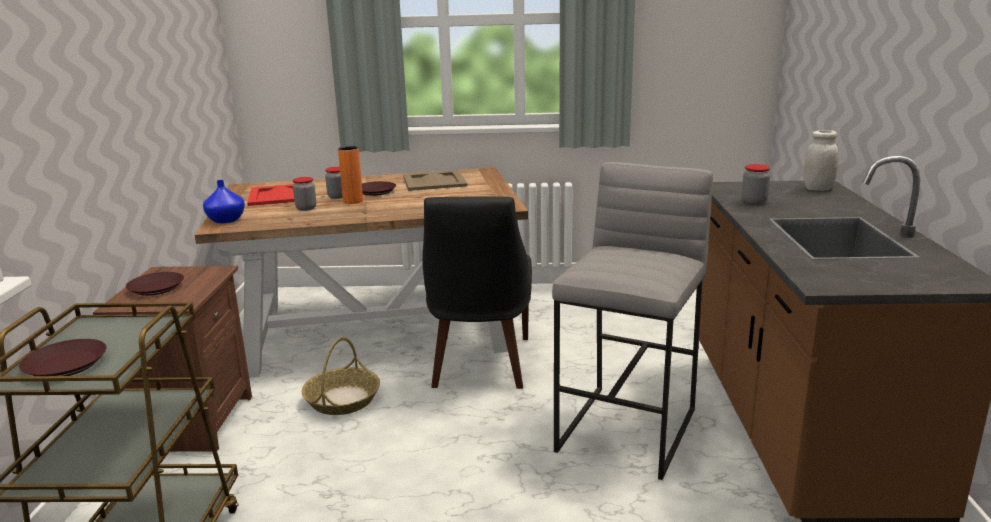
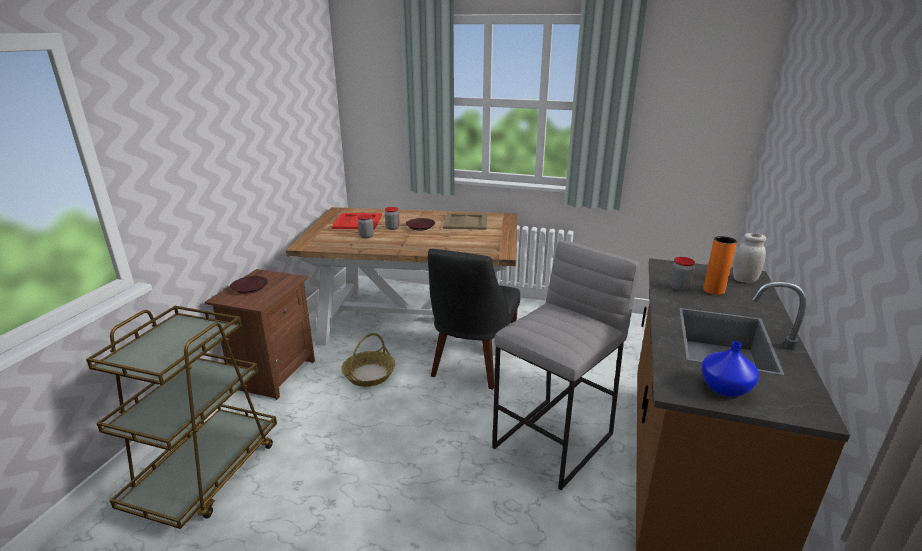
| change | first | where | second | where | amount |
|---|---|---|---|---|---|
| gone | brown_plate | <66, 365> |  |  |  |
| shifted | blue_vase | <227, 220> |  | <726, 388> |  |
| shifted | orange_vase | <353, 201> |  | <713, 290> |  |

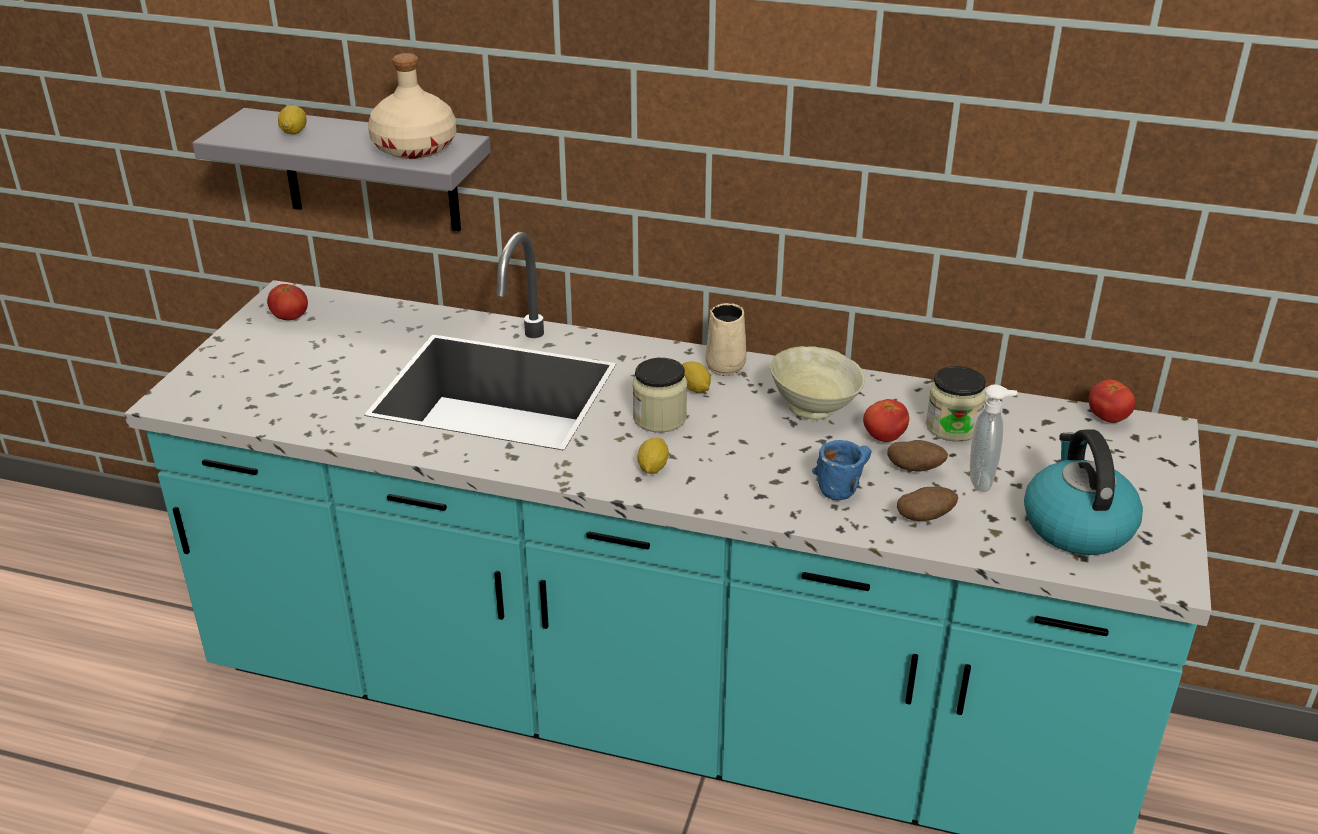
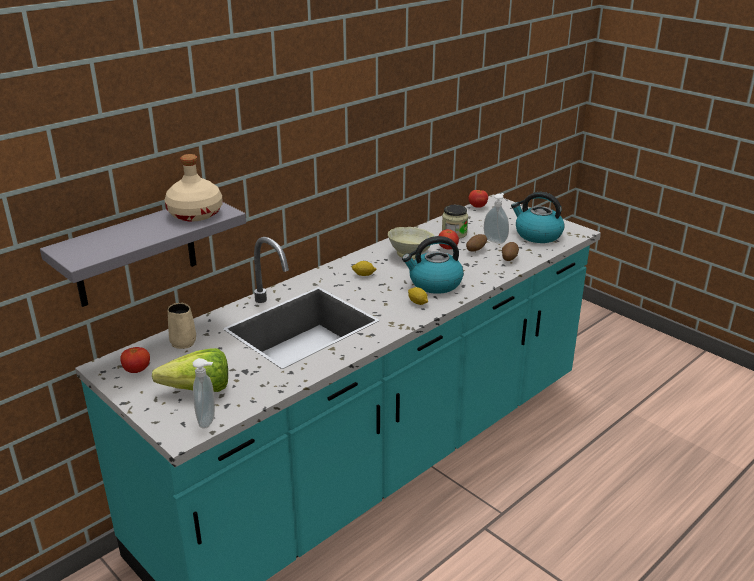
| change | first | where | second | where | amount |
|---|---|---|---|---|---|
| gone | lemon | <294, 132> |  |  |  |
| gone | jar | <659, 418> |  |  |  |
| gone | blue_mug | <843, 483> |  |  |  |
| new |  |  | lettuce | <192, 390> |  |
| new |  |  | soap_dispenser | <209, 421> |  |
| new |  |  | kettle | <434, 283> |  |
| shifted | beige_mug | <726, 365> |  | <182, 342> |  |

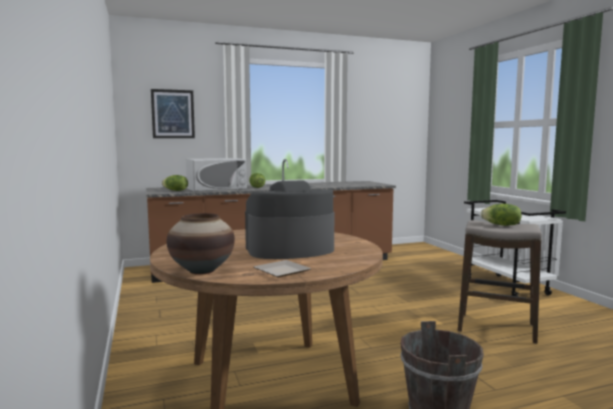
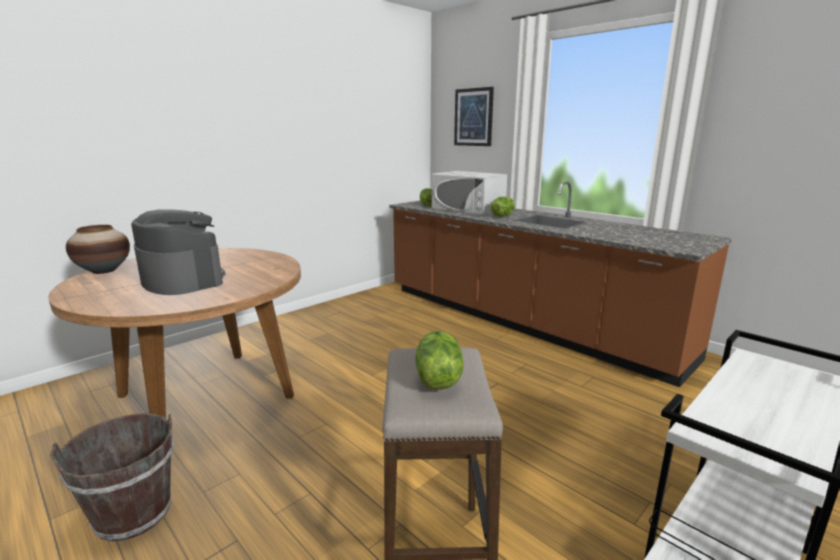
| change | first | where | second | where | amount |
|---|---|---|---|---|---|
| gone | plate | <279, 271> |  |  |  |

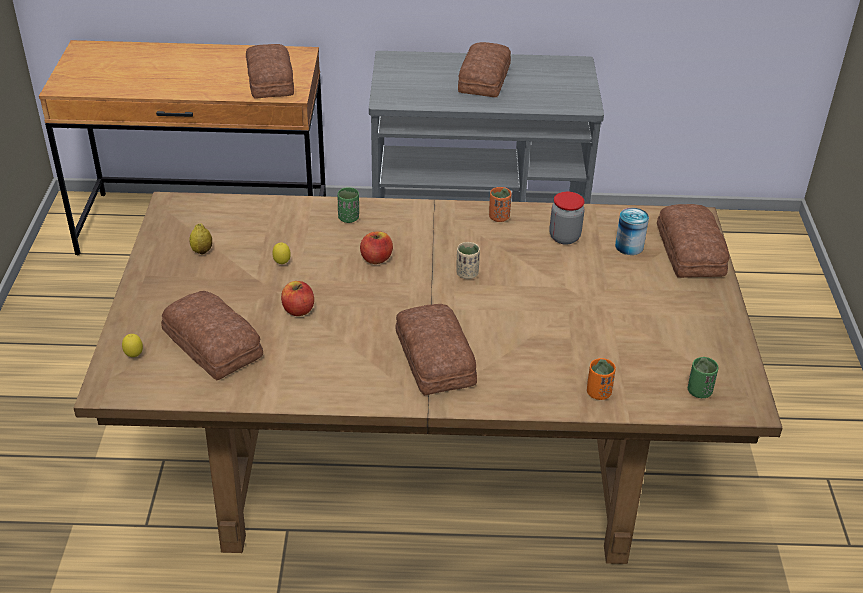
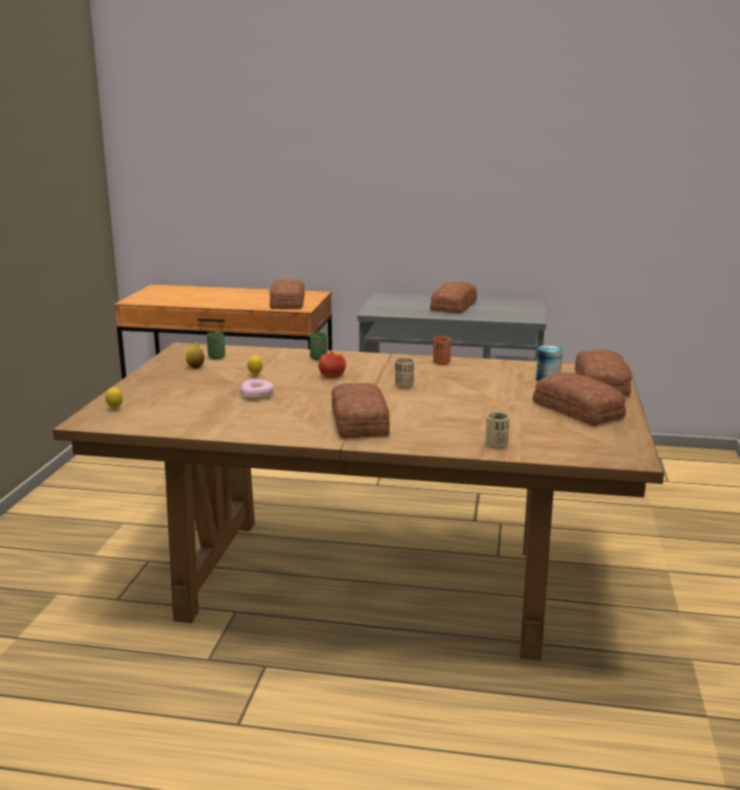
| change | first | where | second | where | amount |
|---|---|---|---|---|---|
| gone | jar | <564, 237> |  |  |  |
| shifted | bread | <213, 342> |  | <578, 409> |  |
| shifted | green_cup | <699, 391> |  | <216, 357> |  |
| swapped | apple | <298, 310> | donut | <257, 395> |  |
| repainted | orange_cup | <598, 393> | beige_cup | <496, 445> |  |

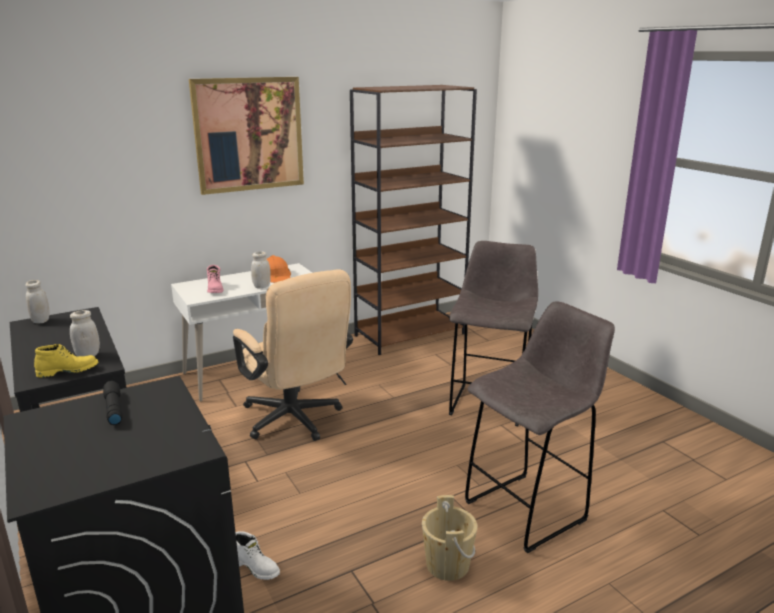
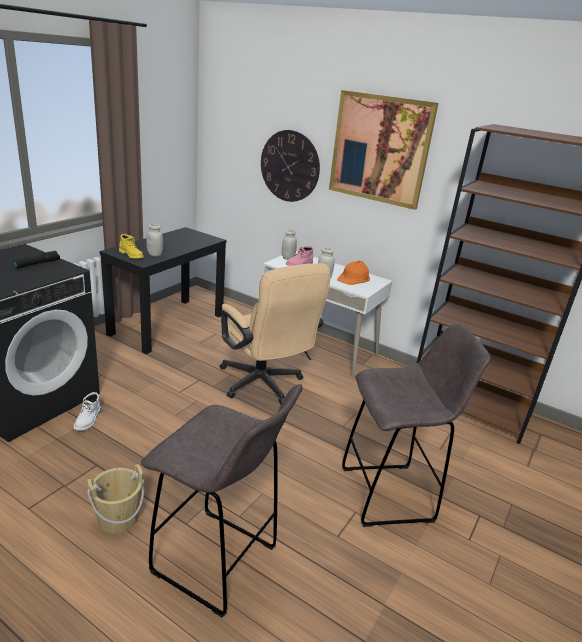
| change | first | where | second | where | amount |
|---|---|---|---|---|---|
| new |  |  | wall_clock | <289, 166> |  |
| shifted | white_jar | <41, 320> |  | <288, 258> |  |
| rotated | beige_office_chair | <296, 421> |  | <264, 385> | 60 degrees counterclockwise |

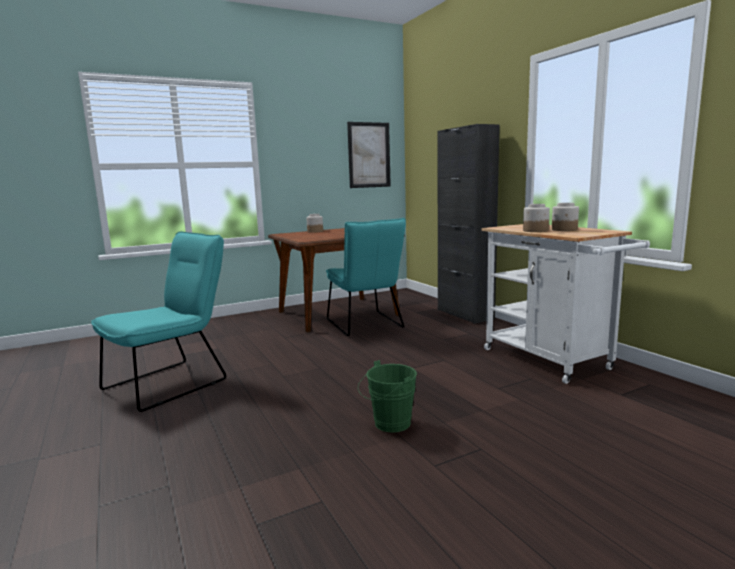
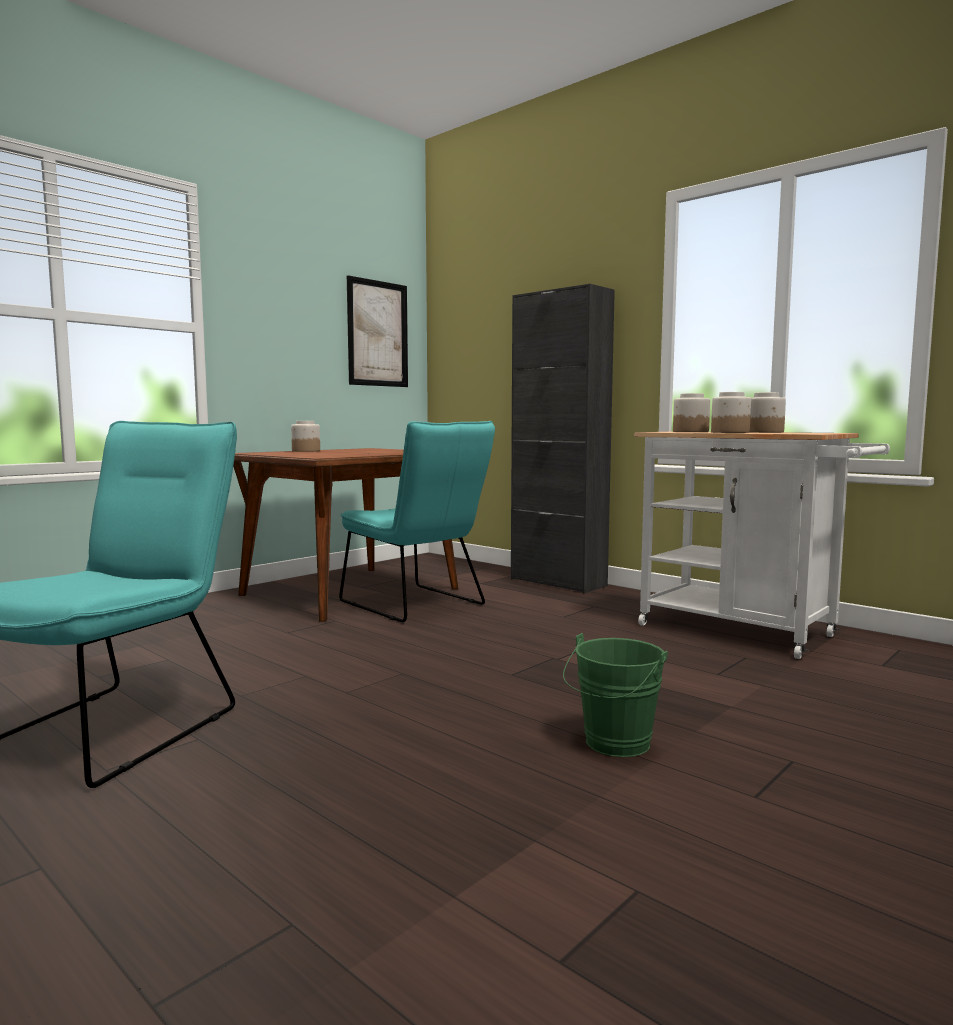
| change | first | where | second | where | amount |
|---|---|---|---|---|---|
| new |  |  | jar | <690, 432> |  |

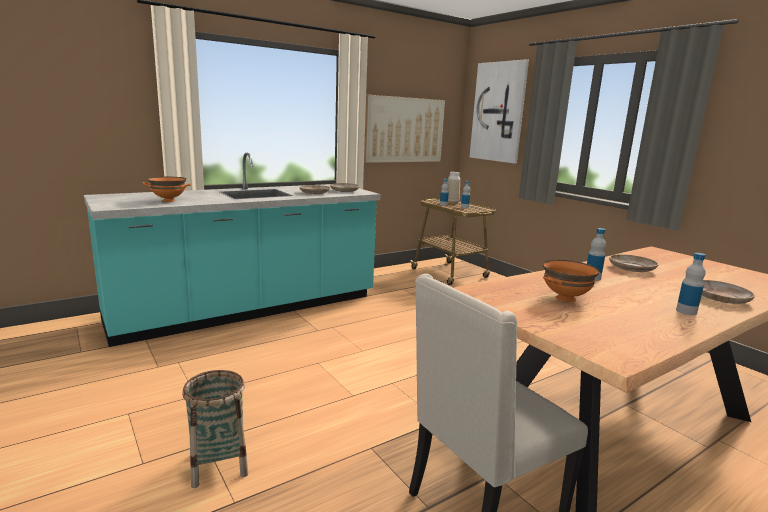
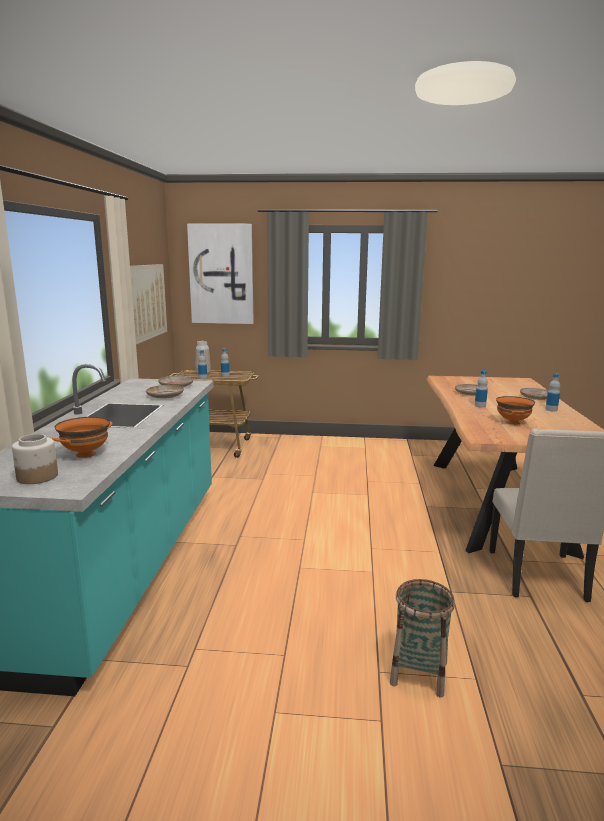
| change | first | where | second | where | amount |
|---|---|---|---|---|---|
| new |  |  | jar | <37, 477> |  |

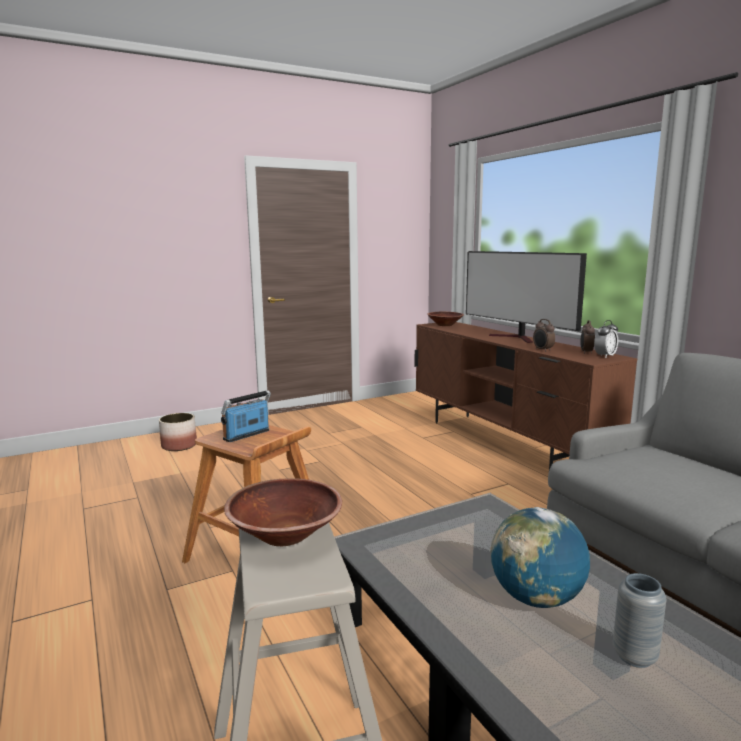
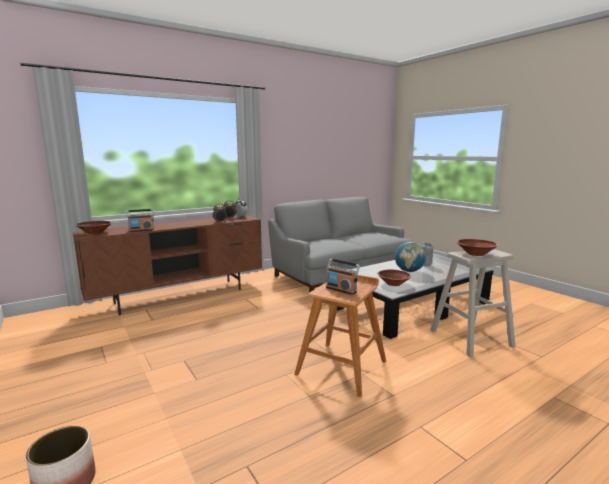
| change | first | where | second | where | amount |
|---|---|---|---|---|---|
| gone | television | <517, 338> |  |  |  |
| new |  |  | radio | <141, 230> |  |
| new |  |  | brown_bowl | <393, 284> |  |

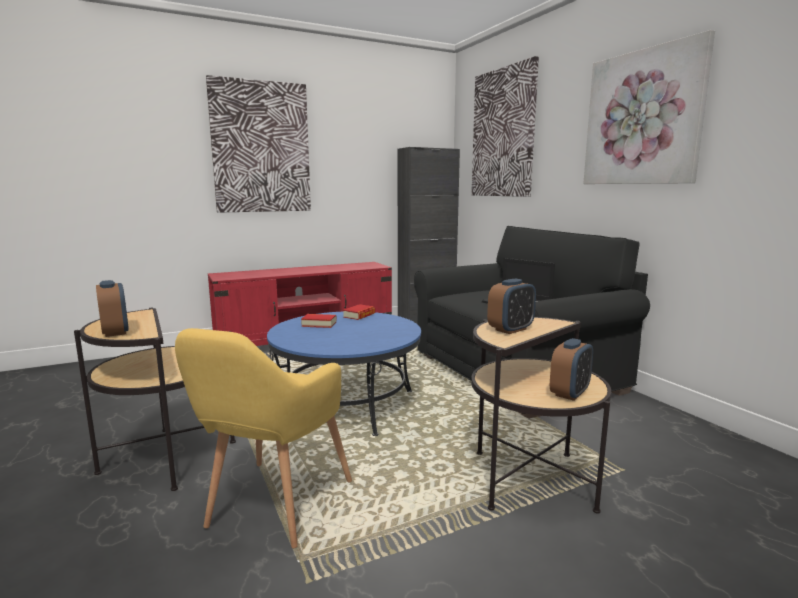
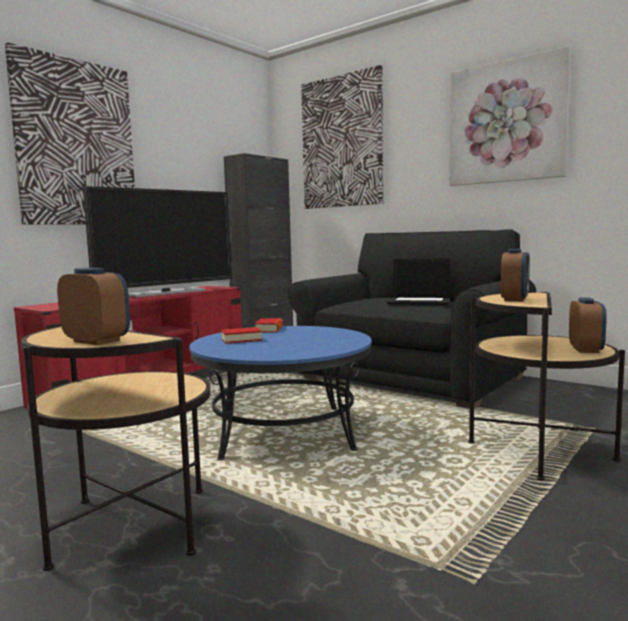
| change | first | where | second | where | amount |
|---|---|---|---|---|---|
| gone | yellow_armchair | <272, 508> |  |  |  |
| new |  |  | television | <166, 293> |  |

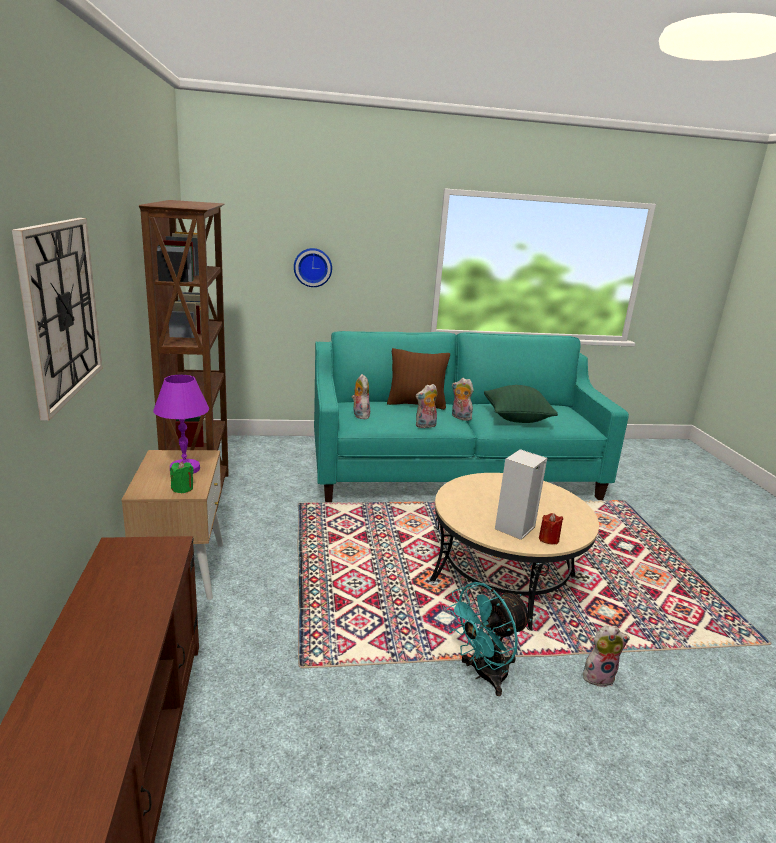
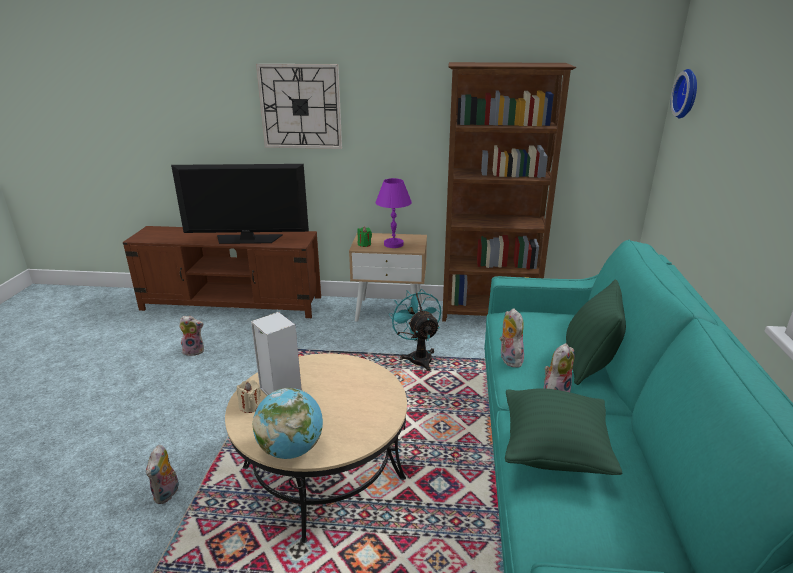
| change | first | where | second | where | amount |
|---|---|---|---|---|---|
| new |  |  | television | <247, 239> |  |
| new |  |  | globe | <291, 449> |  |
| shifted | wall_clock | <312, 267> |  | <688, 94> |  |
| shifted | plush_toy | <359, 415> |  | <194, 351> |  |
| shifted | turquoise_fan | <483, 675> |  | <418, 357> |  |
| repainted | brown_pillow | <416, 404> | green_pillow | <589, 363> |  |
| repainted | red_candle | <548, 539> | beige_candle | <250, 406> |  |

